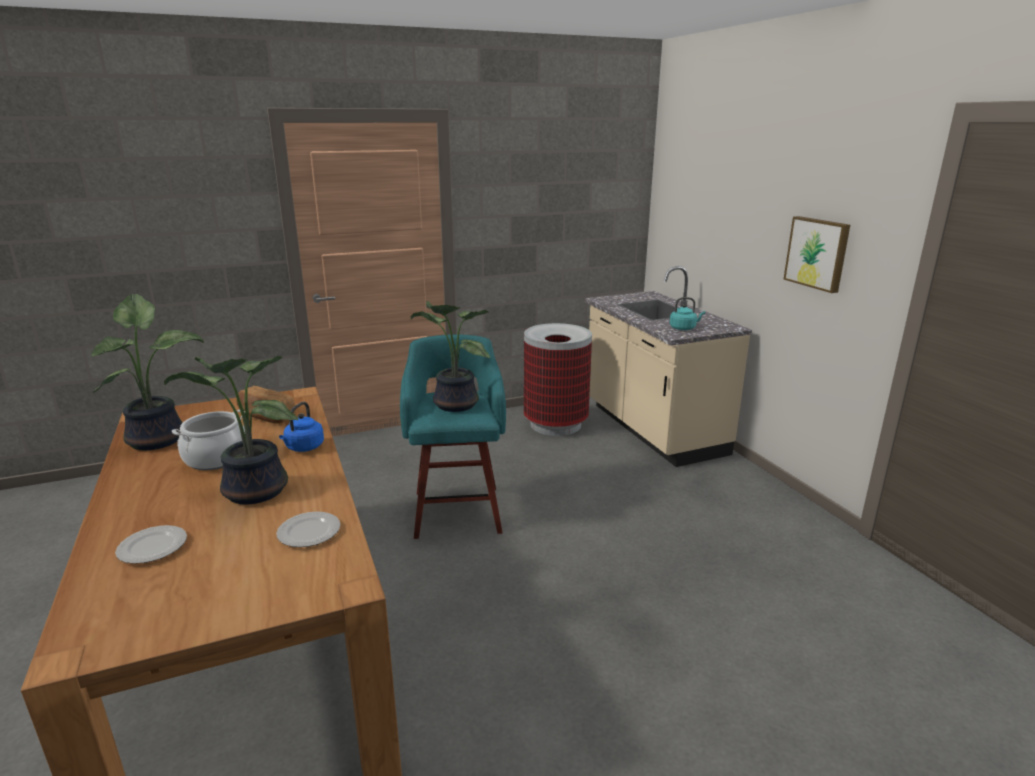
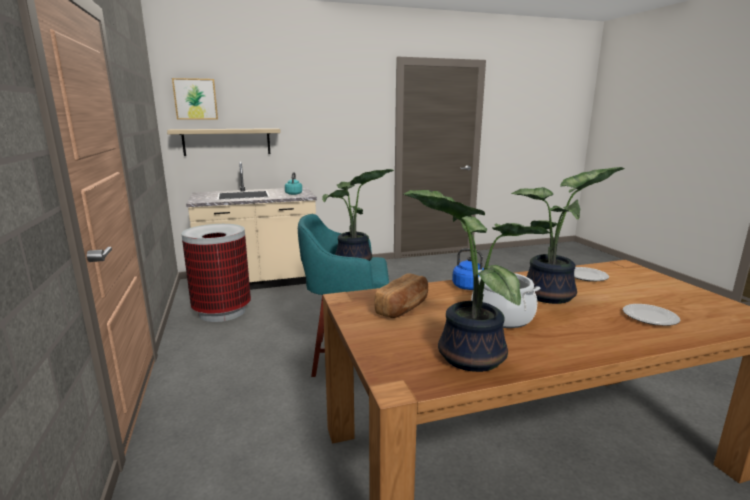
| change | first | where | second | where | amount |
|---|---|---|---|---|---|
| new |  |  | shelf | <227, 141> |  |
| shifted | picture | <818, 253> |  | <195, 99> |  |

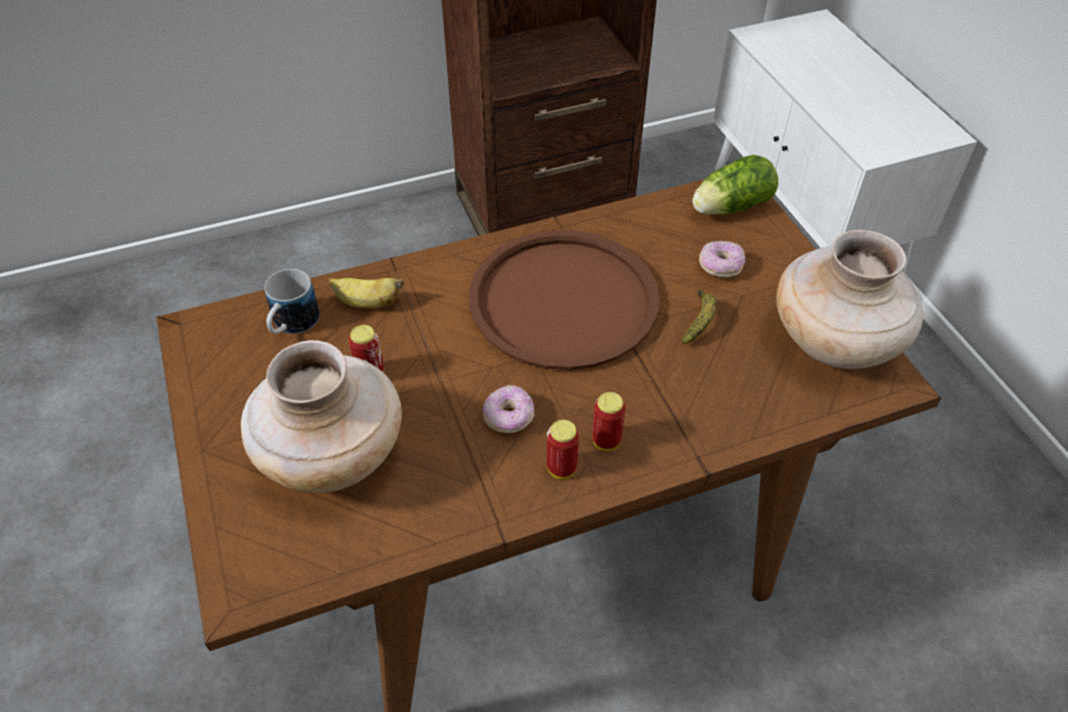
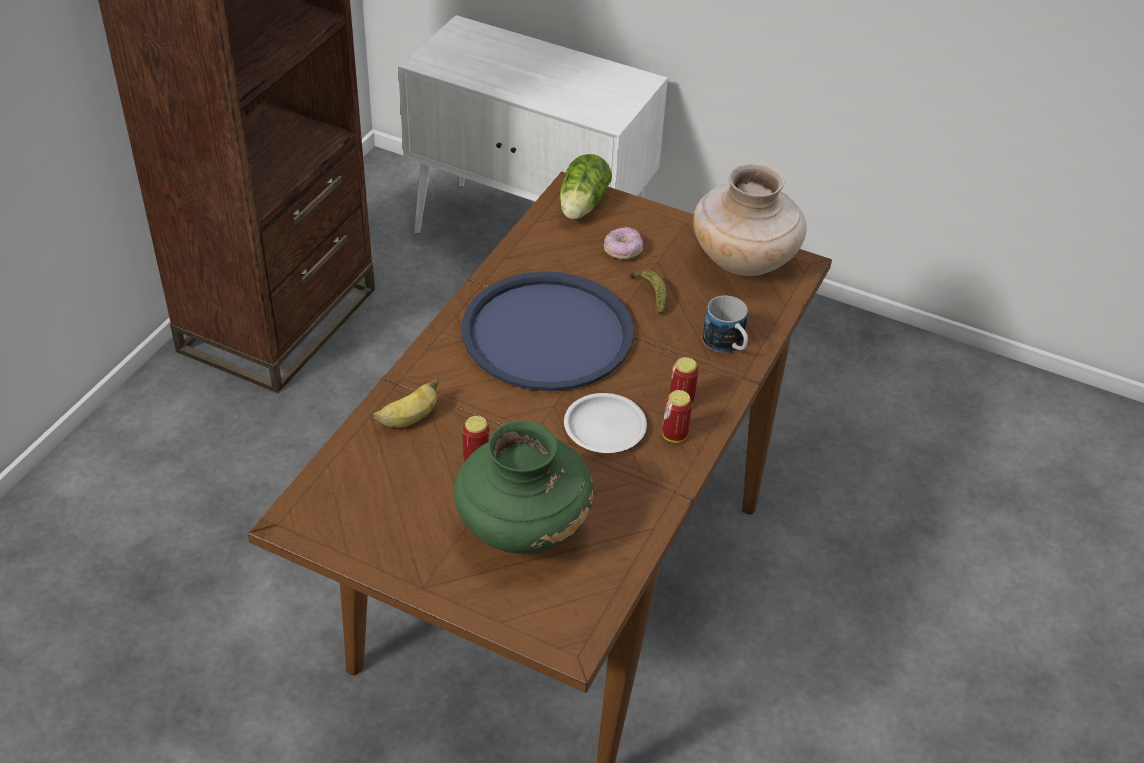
| change | first | where | second | where | amount |
|---|---|---|---|---|---|
| shifted | mug | <292, 325> |  | <727, 346> |  |
| swapped | donut | <509, 417> | white_plate | <605, 428> |  |
| repainted | beige_vase | <333, 456> | green_vase | <522, 528> |  |
| repainted | brown_tray | <563, 300> | blue_tray | <547, 333> |  |

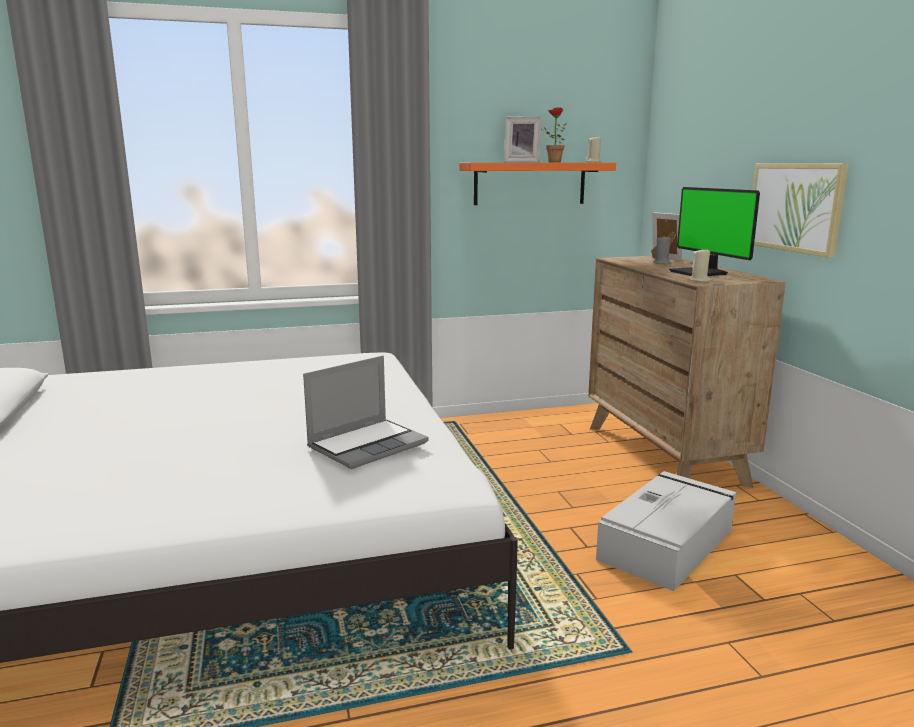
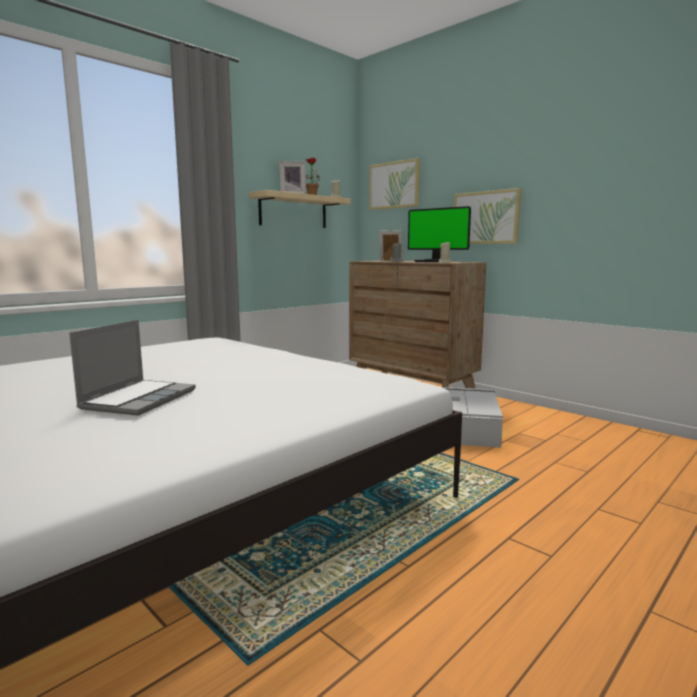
| change | first | where | second | where | amount |
|---|---|---|---|---|---|
| new |  |  | picture | <394, 185> |  |
| shifted | laptop | <368, 445> |  | <139, 399> |  |
| repainted | orange_shelf | <530, 183> | beige_shelf | <293, 211> |  |

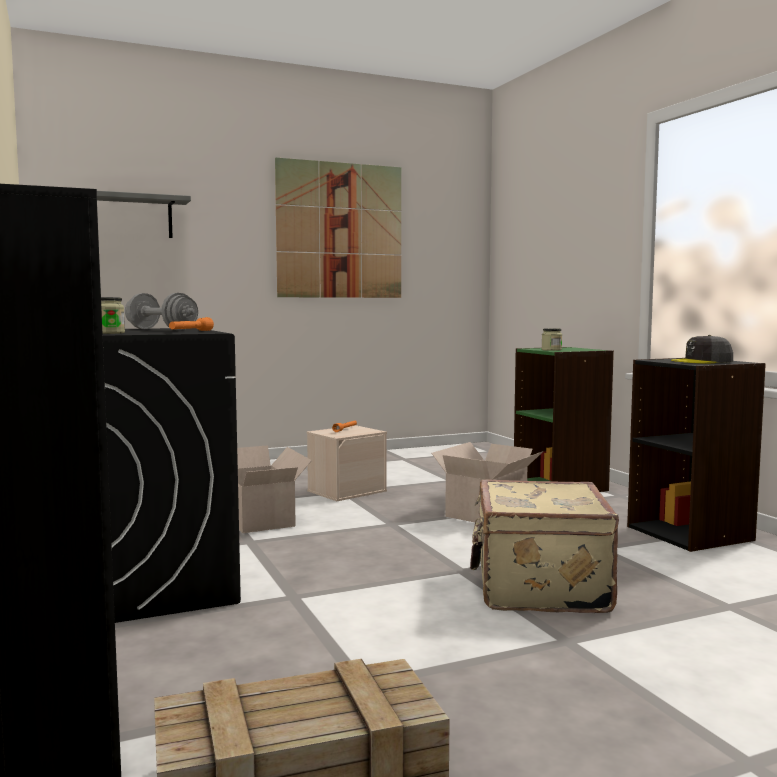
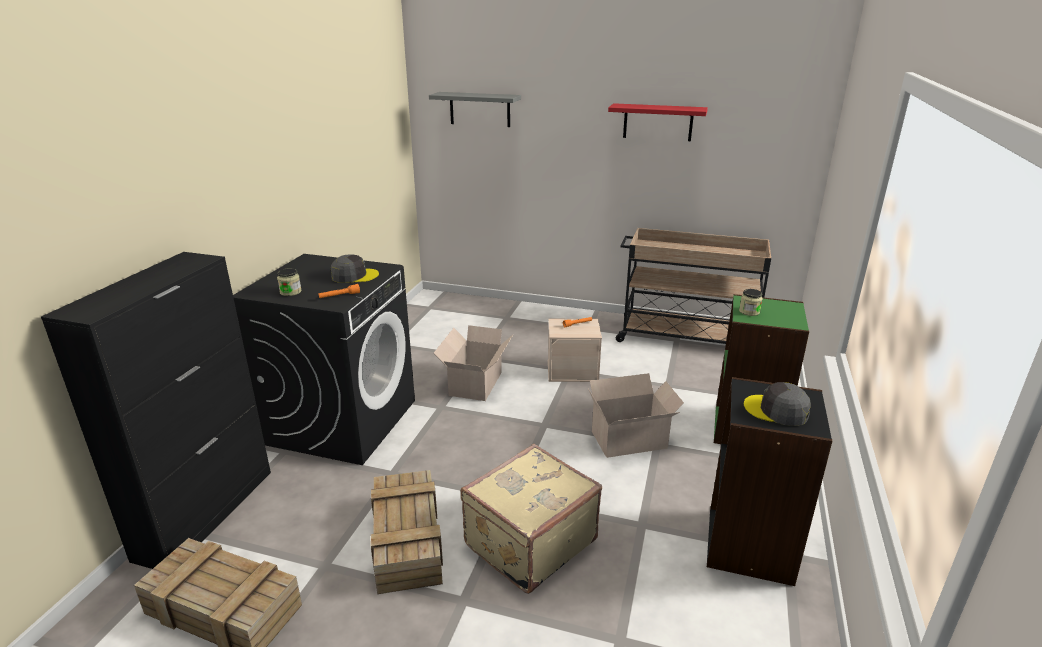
| change | first | where | second | where | amount |
|---|---|---|---|---|---|
| new |  |  | crate | <408, 541> |  |
| new |  |  | beige_cart | <685, 338> |  |
| swapped | grey_dumbbell | <161, 329> | grey_cap | <354, 276> |  |
| swapped | picture | <340, 230> | red_shelf | <658, 122> |  |

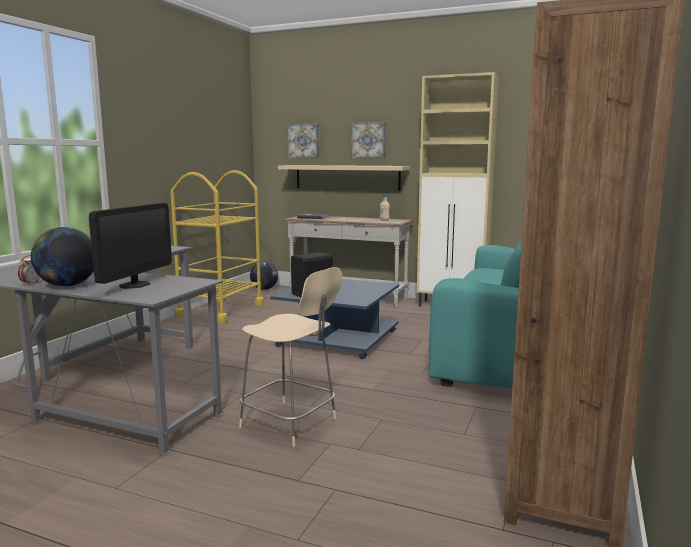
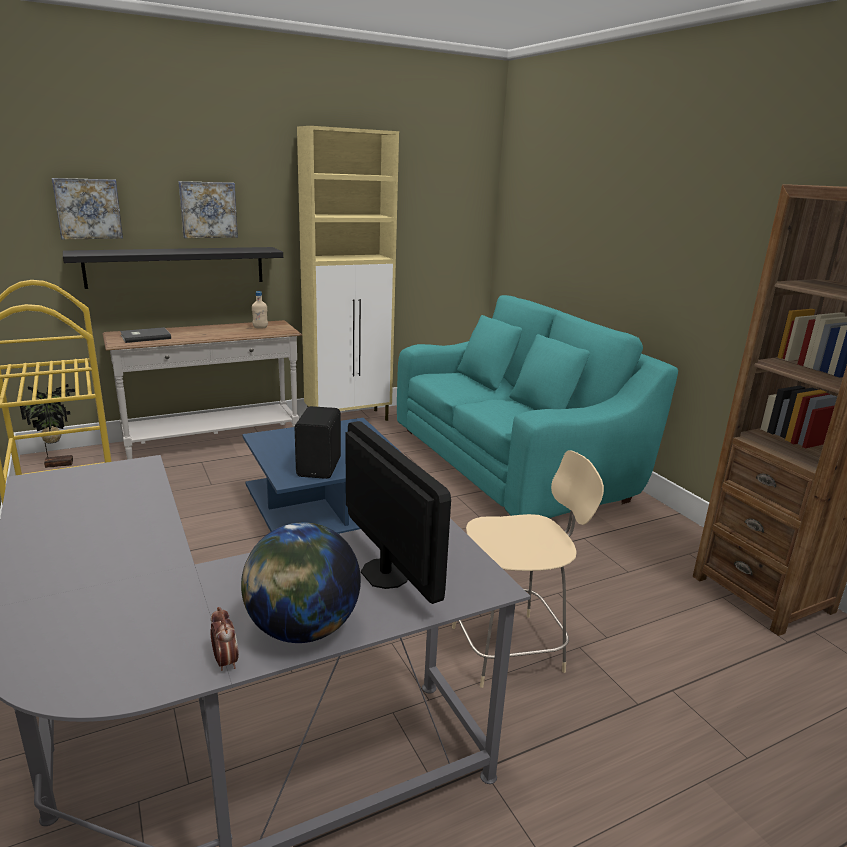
| change | first | where | second | where | amount |
|---|---|---|---|---|---|
| swapped | globe | <264, 289> | potted_plant | <58, 463> |  |
| repainted | beige_shelf | <347, 177> | black_shelf | <176, 267> |  |

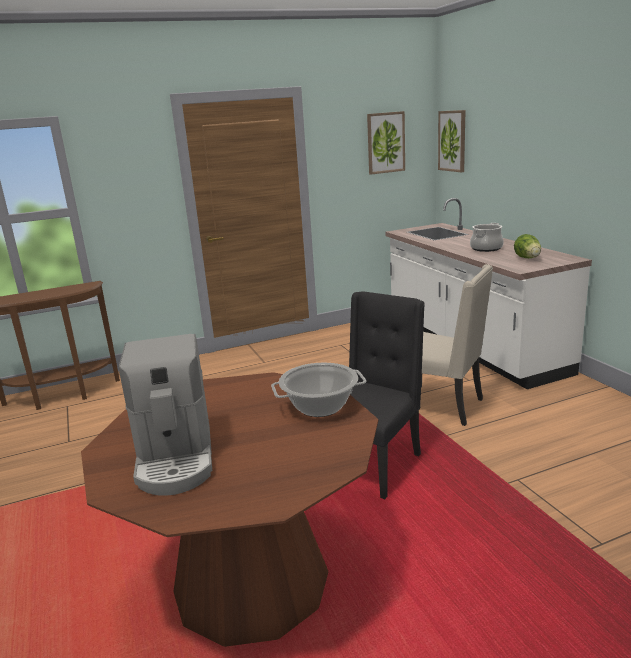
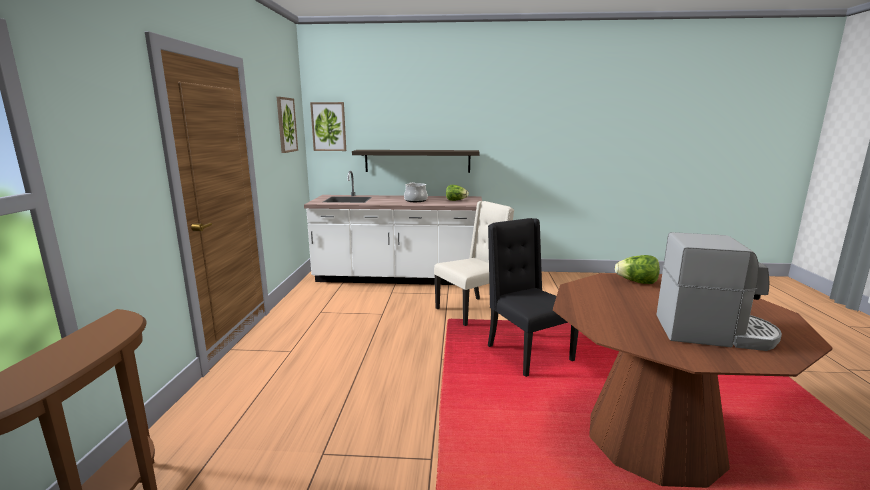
| change | first | where | second | where | amount |
|---|---|---|---|---|---|
| new |  |  | shelf | <417, 161> |  |
| swapped | cooking_pot | <320, 407> | lettuce | <636, 282> |  |

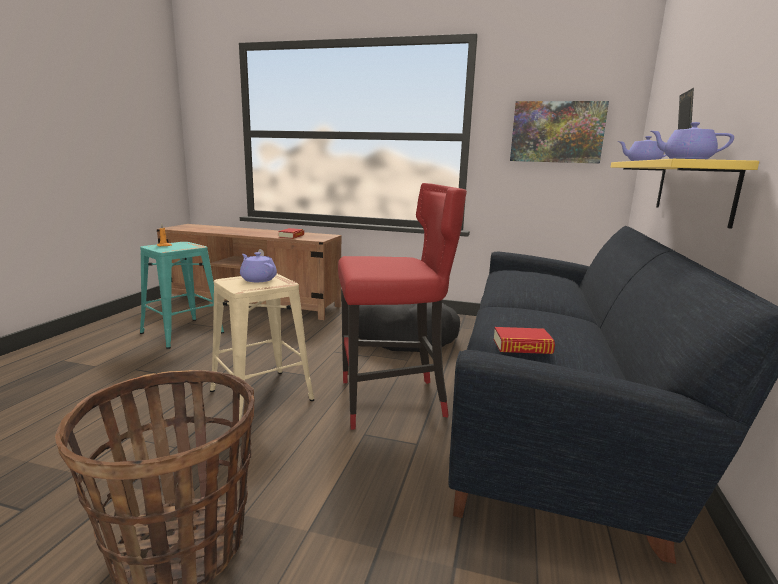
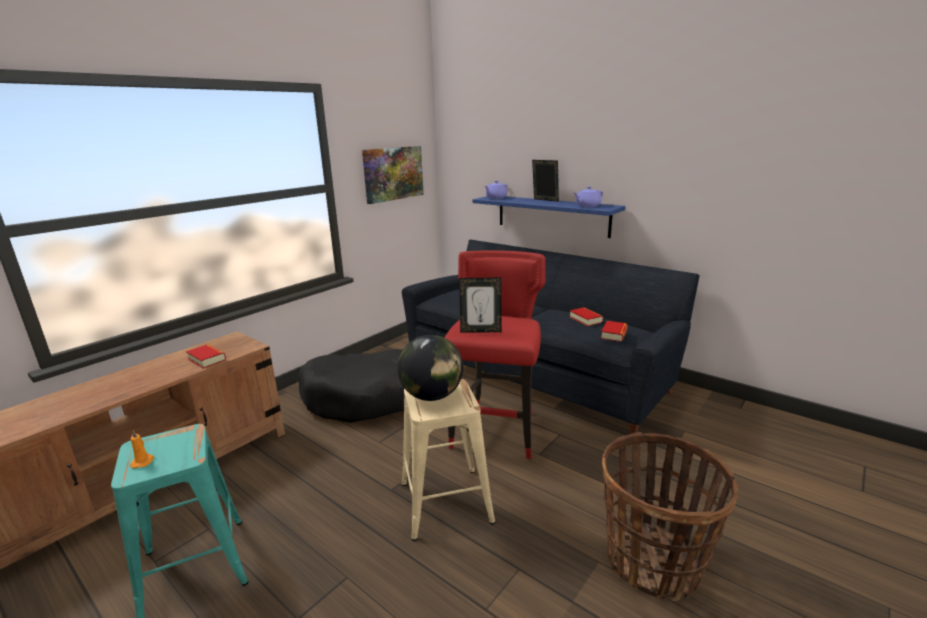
| change | first | where | second | where | amount |
|---|---|---|---|---|---|
| new |  |  | picture_frame | <480, 331> |  |
| new |  |  | book | <585, 319> |  |
| swapped | purple_teapot | <258, 279> | globe | <432, 396> |  |
| repainted | yellow_shelf | <692, 189> | blue_shelf | <551, 215> |  |

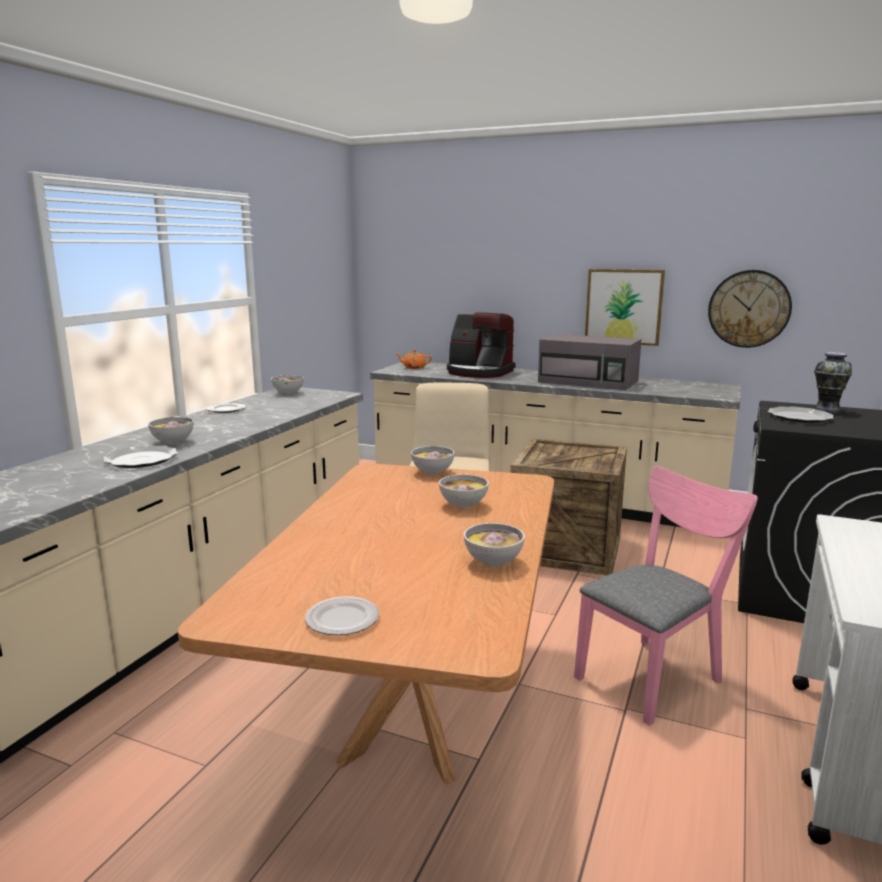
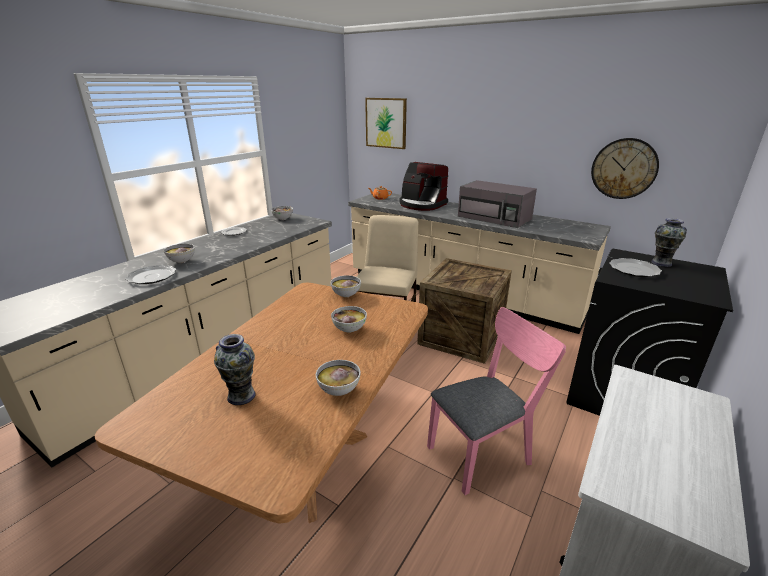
| change | first | where | second | where | amount |
|---|---|---|---|---|---|
| gone | plate | <341, 620> |  |  |  |
| new |  |  | vase | <241, 396> |  |
| shifted | picture | <623, 306> |  | <386, 123> |  |

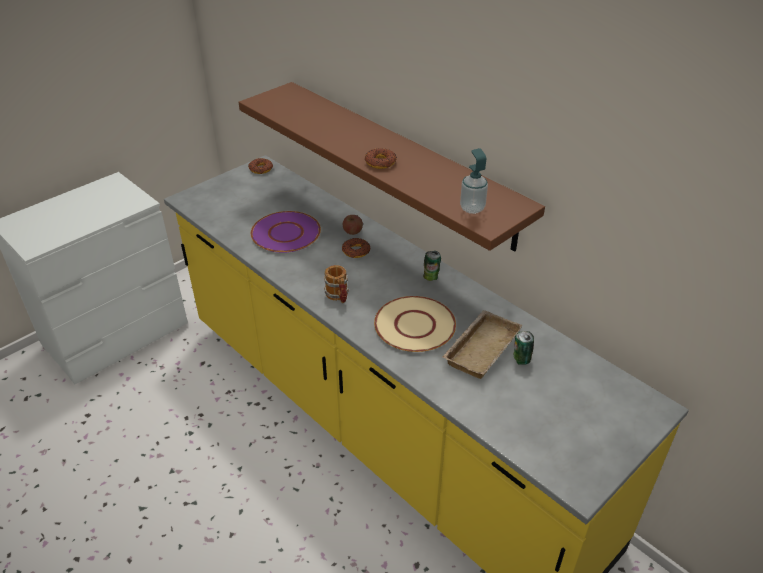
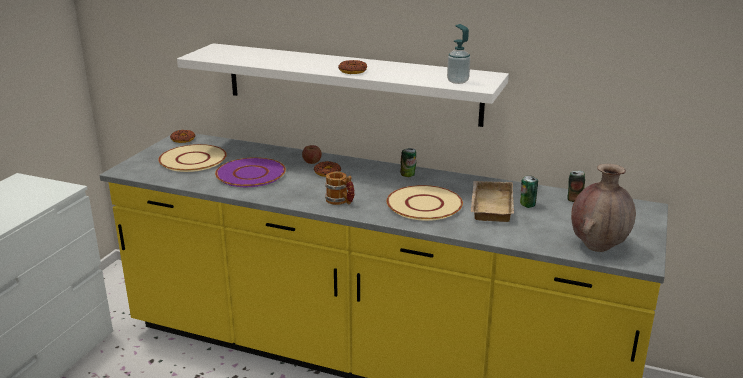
| change | first | where | second | where | amount |
|---|---|---|---|---|---|
| new |  |  | beige_plate | <193, 159> |  |
| new |  |  | can | <574, 199> |  |
| new |  |  | brown_vase | <598, 246> |  |
| repainted | brown_shelf | <400, 162> | white_shelf | <350, 83> |  |

